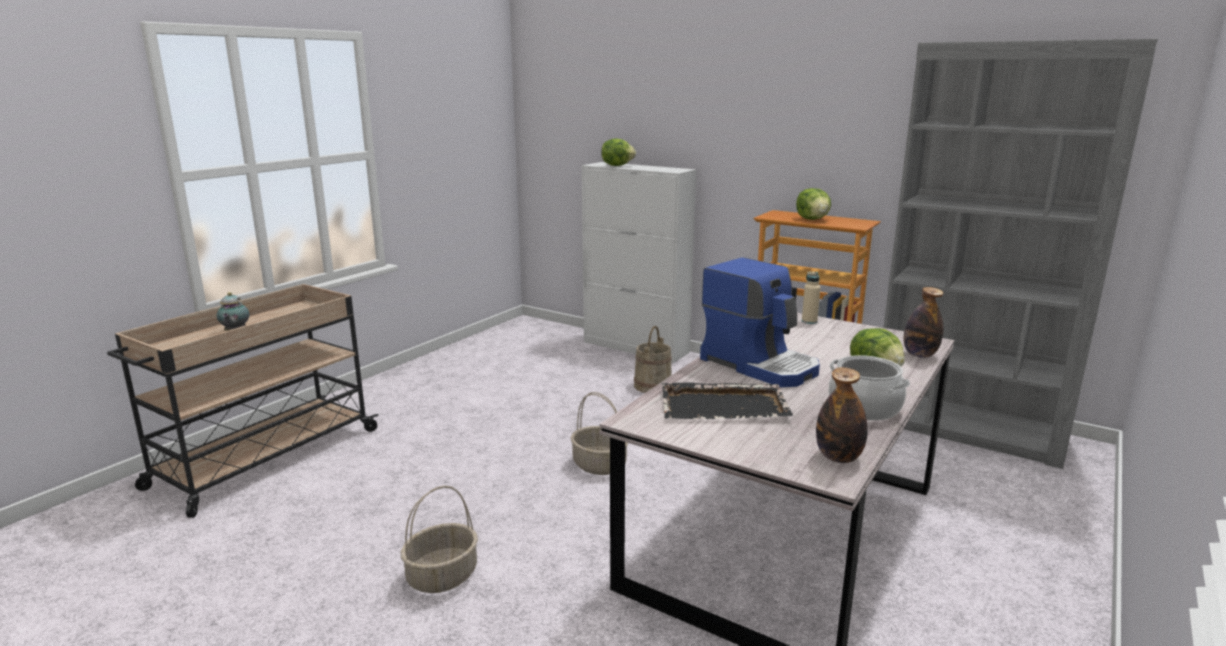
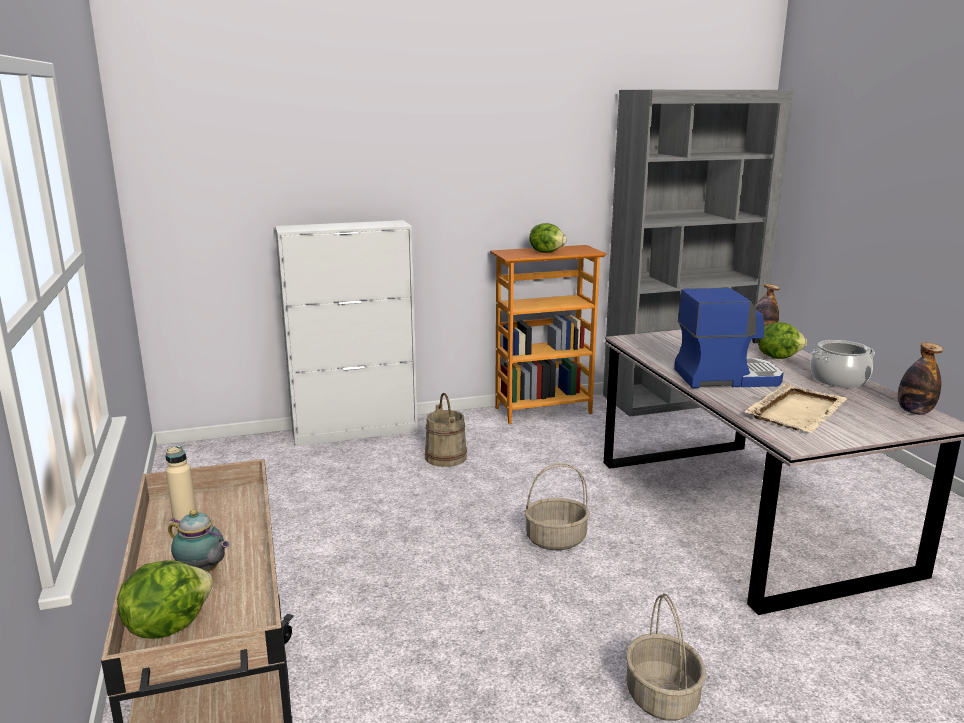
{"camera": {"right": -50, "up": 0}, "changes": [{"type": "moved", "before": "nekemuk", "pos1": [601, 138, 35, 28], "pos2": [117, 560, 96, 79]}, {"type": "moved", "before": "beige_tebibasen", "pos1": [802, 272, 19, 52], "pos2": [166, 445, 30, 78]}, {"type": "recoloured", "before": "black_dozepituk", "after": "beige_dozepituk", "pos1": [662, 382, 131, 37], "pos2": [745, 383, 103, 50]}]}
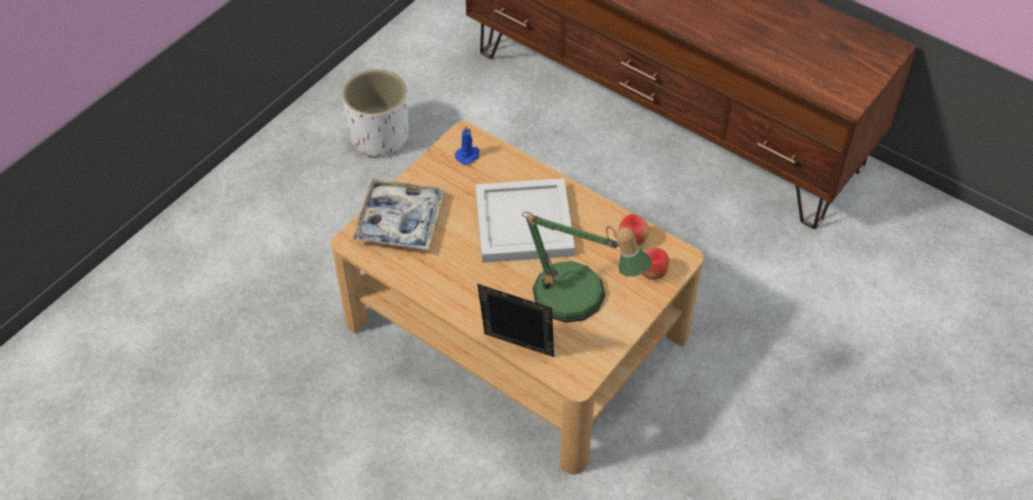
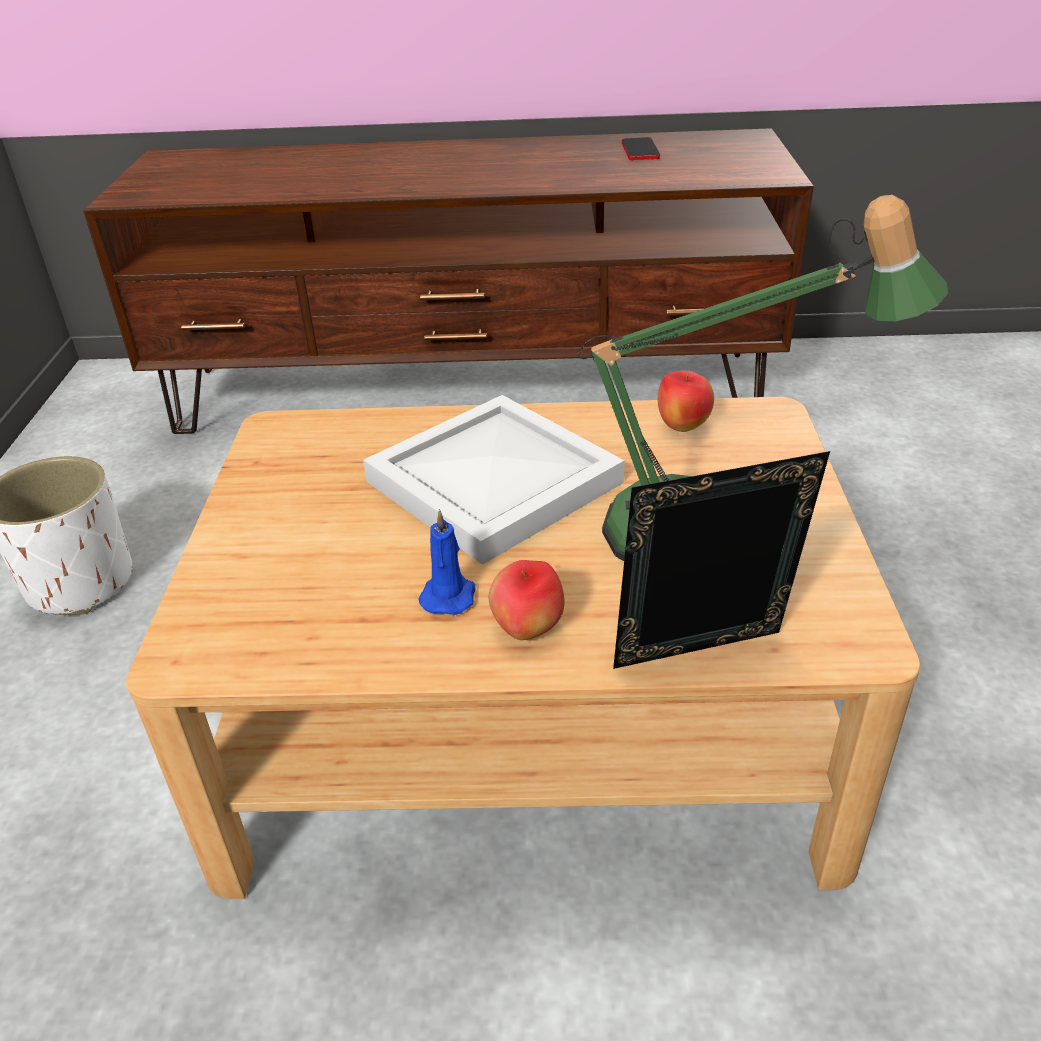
{"camera": {"right": -35, "up": -15}, "changes": [{"type": "moved", "before": "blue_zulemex", "pos1": [455, 126, 24, 38], "pos2": [418, 509, 58, 106]}, {"type": "moved", "before": "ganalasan", "pos1": [642, 247, 27, 32], "pos2": [489, 560, 76, 80]}, {"type": "added", "after": "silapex", "pos2": [622, 137, 38, 23]}, {"type": "removed", "before": "dozepituk", "pos1": [352, 178, 92, 72]}]}
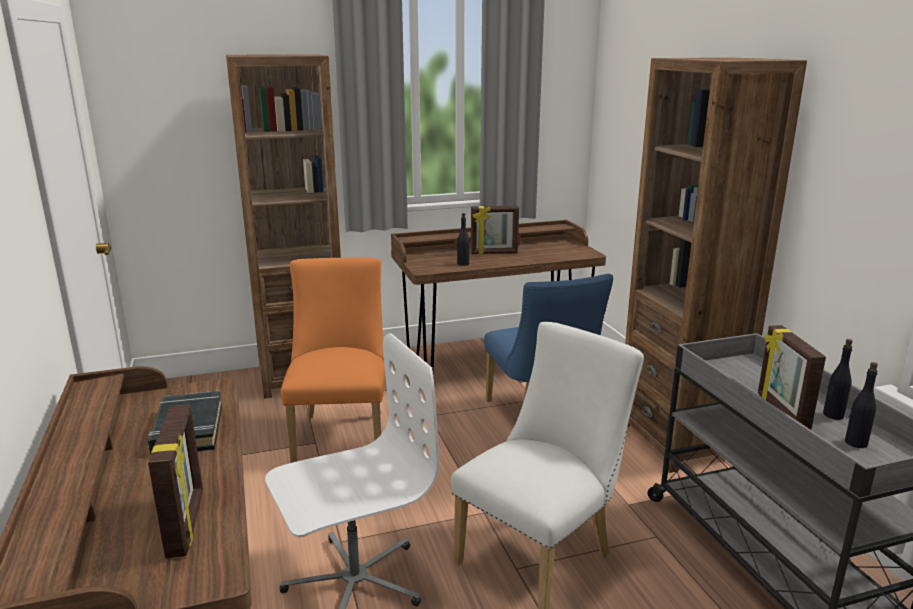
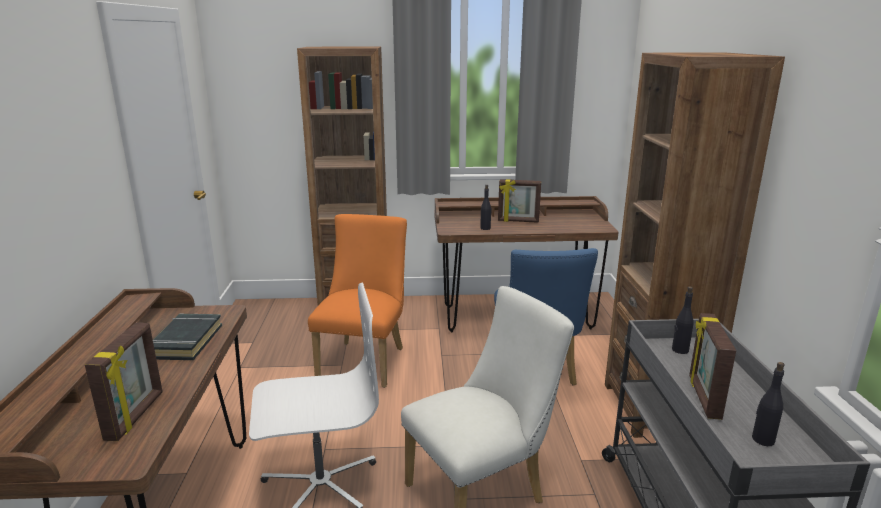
{"camera": {"right": 15, "up": 0}, "changes": [{"type": "moved", "before": "black_tebibasen", "pos1": [823, 339, 30, 81], "pos2": [672, 286, 22, 68]}]}
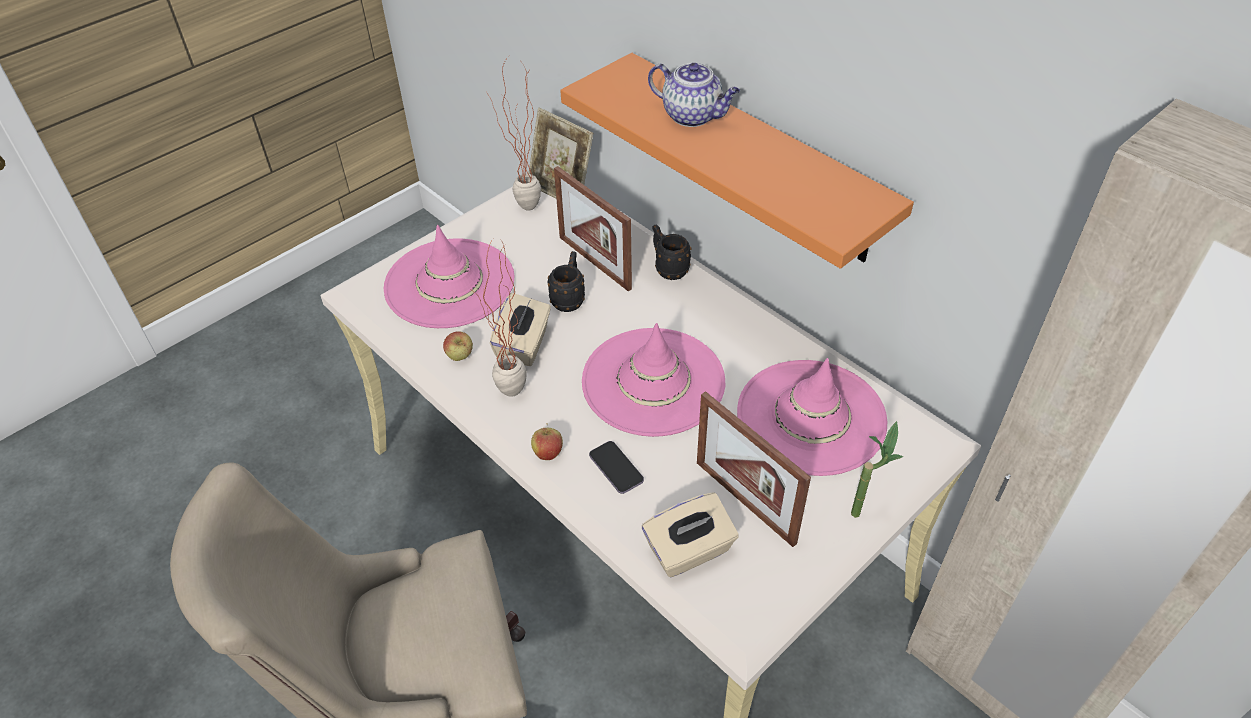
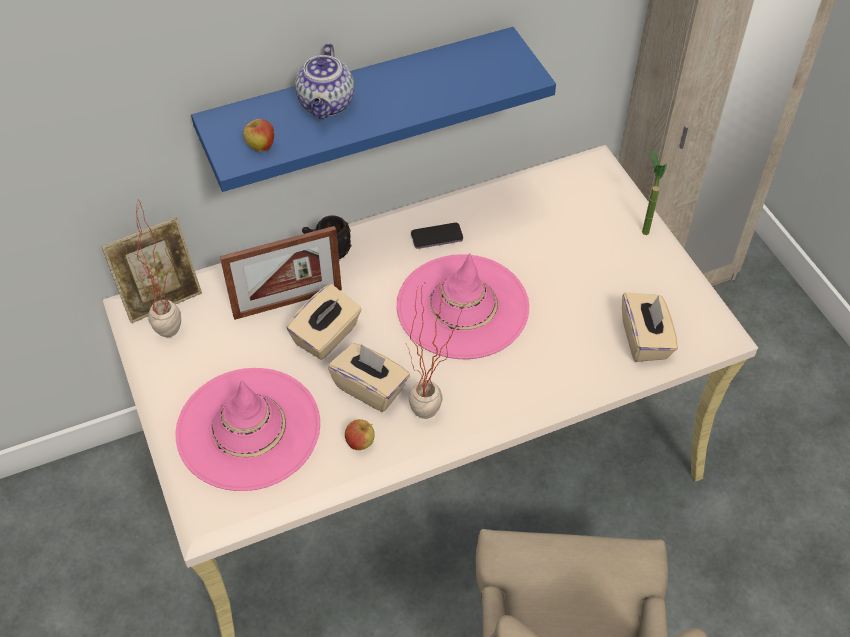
{"camera": {"right": -70, "up": 5}, "changes": [{"type": "recoloured", "before": "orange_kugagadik", "after": "blue_kugagadik", "pos1": [560, 53, 354, 216], "pos2": [191, 27, 365, 165]}, {"type": "moved", "before": "ganalasan", "pos1": [531, 423, 32, 37], "pos2": [243, 119, 31, 33]}, {"type": "replaced", "before": "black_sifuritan", "after": "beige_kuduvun", "pos1": [548, 251, 37, 61], "pos2": [287, 284, 75, 76]}, {"type": "turned", "before": "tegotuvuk", "pos1": [648, 63, 92, 64], "pos2": [295, 43, 60, 76], "turn": 135}, {"type": "moved", "before": "silapex", "pos1": [589, 441, 55, 53], "pos2": [411, 223, 52, 26]}, {"type": "removed", "before": "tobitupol", "pos1": [697, 391, 114, 156]}, {"type": "removed", "before": "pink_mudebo", "pos1": [737, 358, 150, 118]}]}
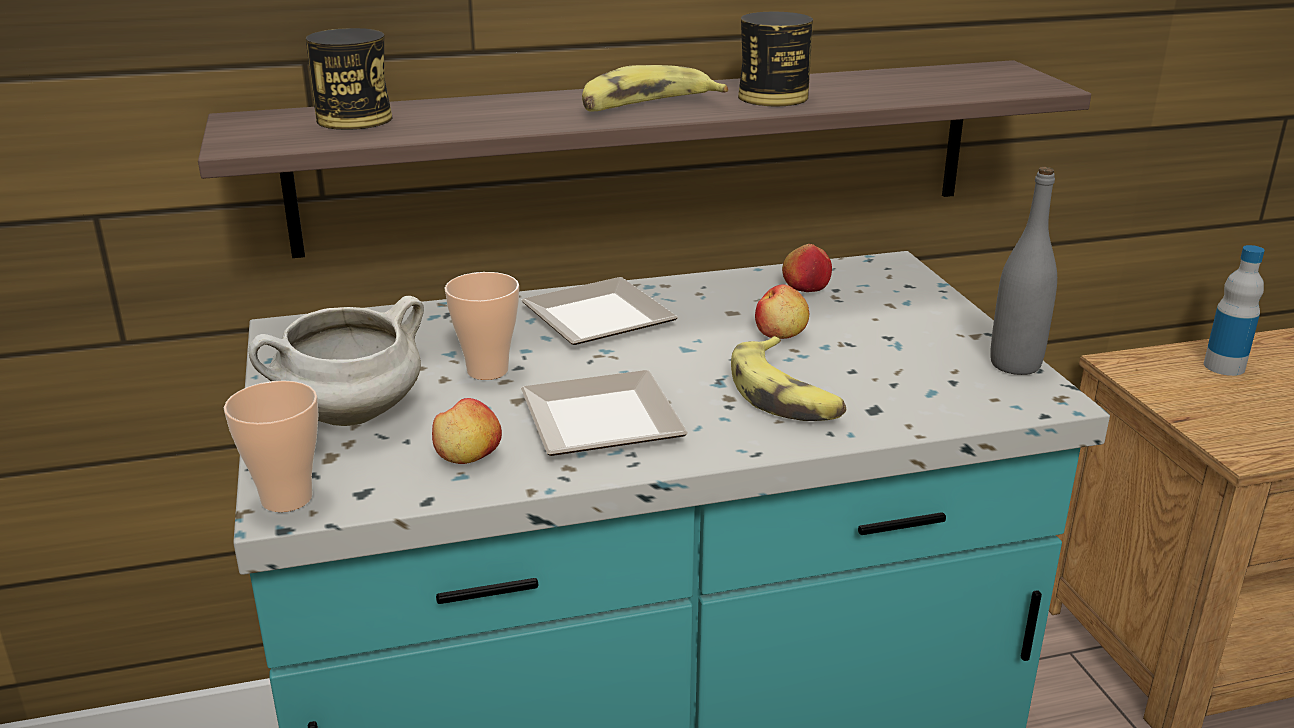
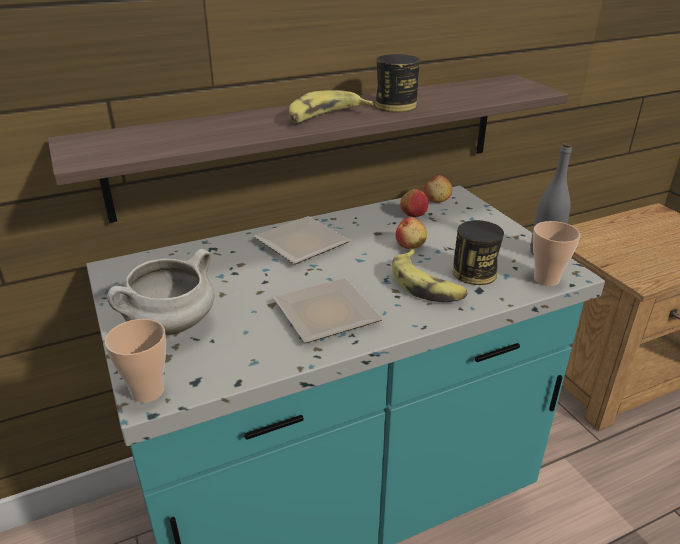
{"camera": {"right": -10, "up": 5}, "changes": [{"type": "moved", "before": "ganalasan", "pos1": [432, 398, 70, 66], "pos2": [424, 175, 28, 28]}, {"type": "moved", "before": "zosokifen", "pos1": [306, 28, 86, 102], "pos2": [453, 220, 51, 65]}, {"type": "moved", "before": "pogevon", "pos1": [445, 272, 74, 108], "pos2": [533, 221, 48, 65]}, {"type": "removed", "before": "tebibasen", "pos1": [1204, 245, 61, 131]}]}
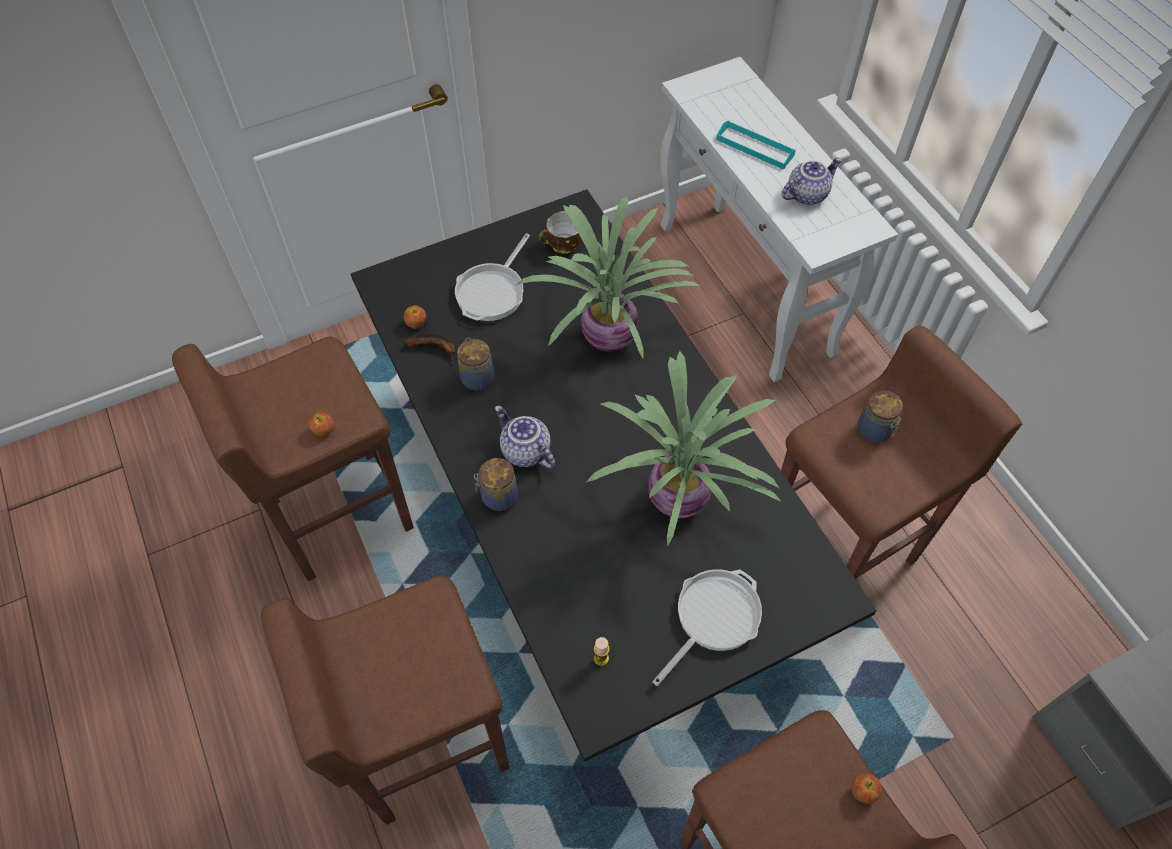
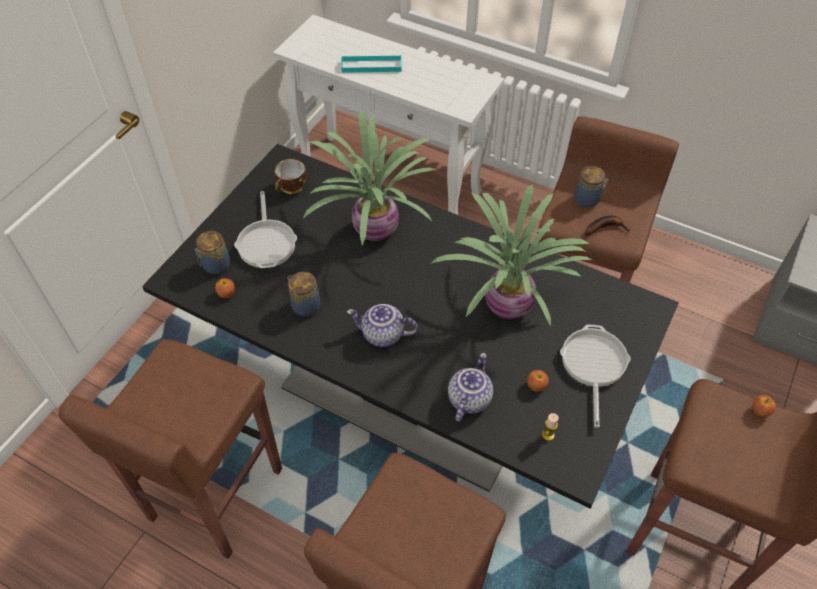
{"camera": {"right": -35, "up": -5}, "changes": [{"type": "moved", "before": "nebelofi", "pos1": [474, 458, 44, 53], "pos2": [195, 231, 35, 43]}, {"type": "moved", "before": "tegotuvuk", "pos1": [782, 158, 60, 47], "pos2": [448, 353, 45, 68]}, {"type": "moved", "before": "ganalasan", "pos1": [309, 412, 25, 25], "pos2": [527, 370, 22, 22]}, {"type": "moved", "before": "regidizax", "pos1": [404, 334, 52, 31], "pos2": [585, 216, 45, 20]}]}
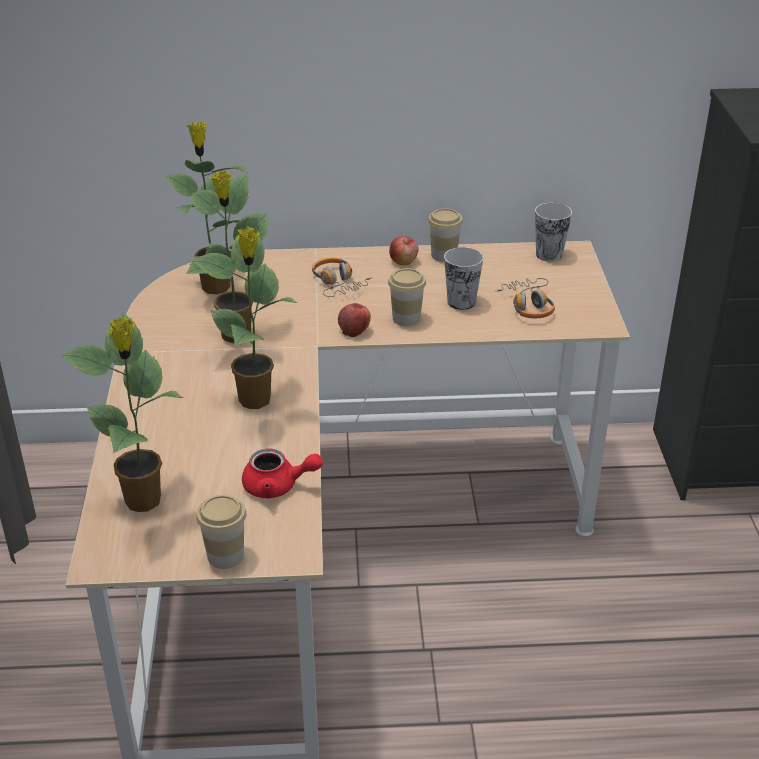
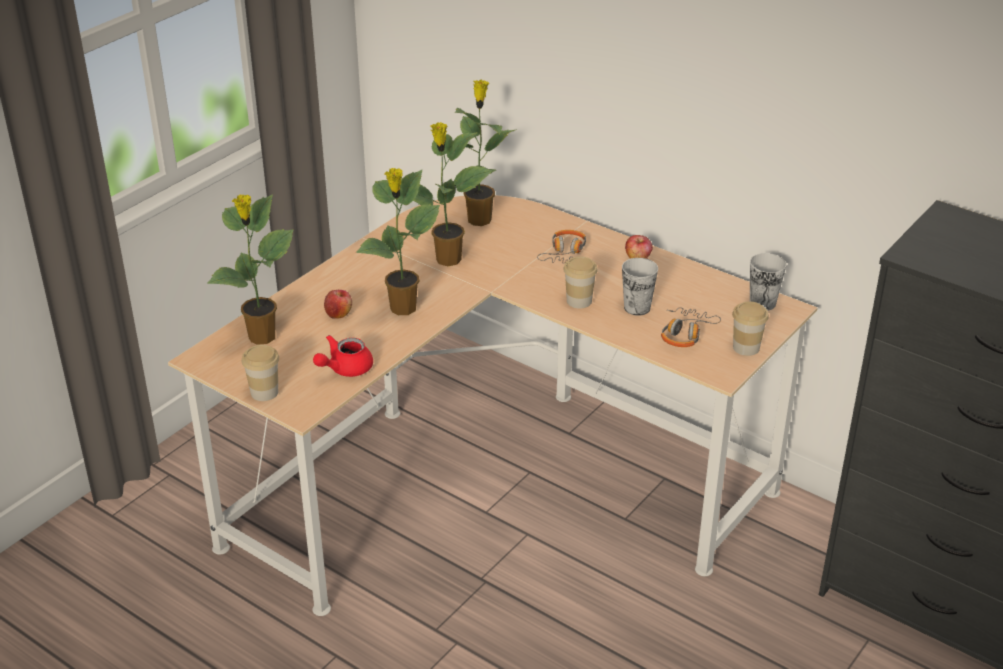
{"camera": {"right": 40, "up": 0}, "changes": [{"type": "turned", "before": "red_tegotuvuk", "pos1": [242, 449, 81, 49], "pos2": [313, 335, 60, 42], "turn": 90}, {"type": "moved", "before": "ganalasan", "pos1": [338, 303, 33, 34], "pos2": [324, 290, 28, 29]}, {"type": "moved", "before": "pogevon", "pos1": [428, 208, 35, 54], "pos2": [732, 301, 37, 55]}]}
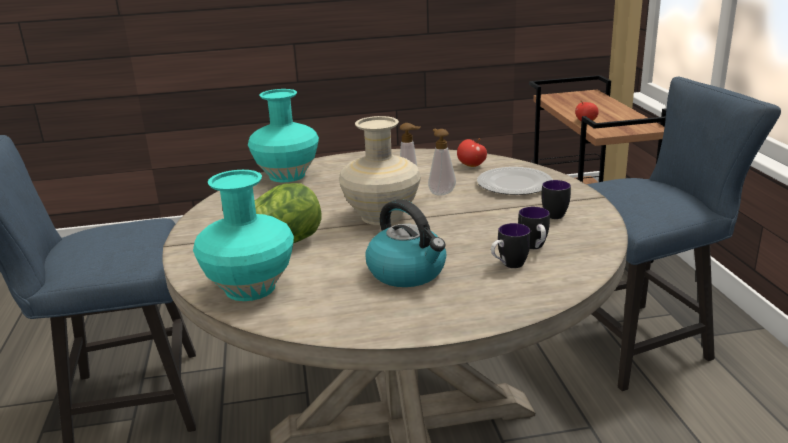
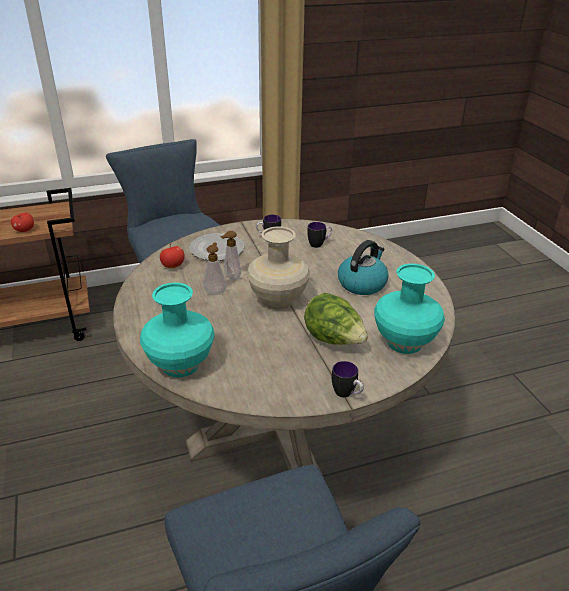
{"camera": {"right": -100, "up": 10}, "changes": [{"type": "moved", "before": "sifuritan", "pos1": [491, 223, 40, 45], "pos2": [332, 361, 32, 37]}]}
